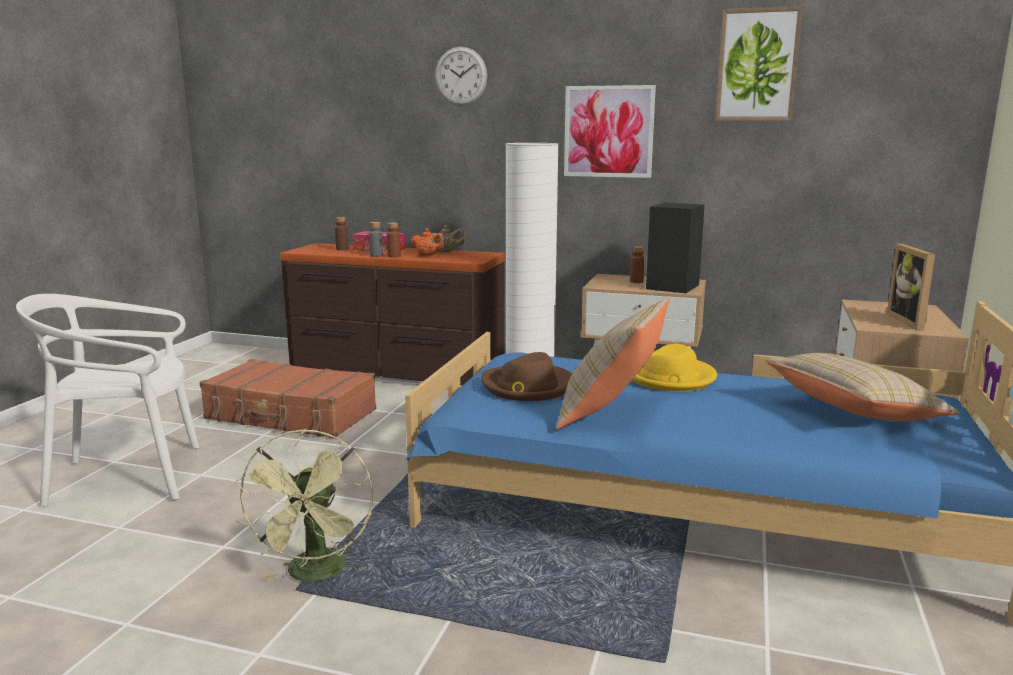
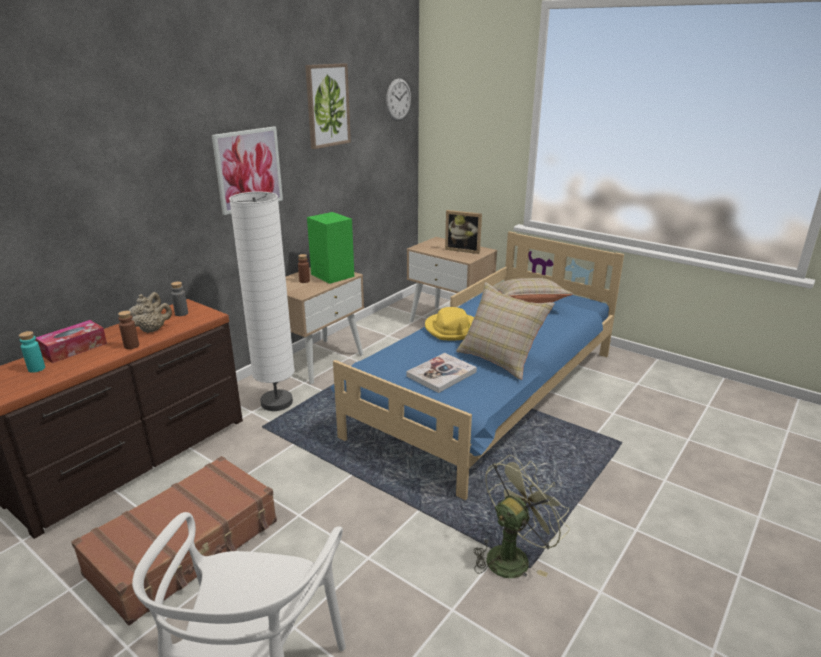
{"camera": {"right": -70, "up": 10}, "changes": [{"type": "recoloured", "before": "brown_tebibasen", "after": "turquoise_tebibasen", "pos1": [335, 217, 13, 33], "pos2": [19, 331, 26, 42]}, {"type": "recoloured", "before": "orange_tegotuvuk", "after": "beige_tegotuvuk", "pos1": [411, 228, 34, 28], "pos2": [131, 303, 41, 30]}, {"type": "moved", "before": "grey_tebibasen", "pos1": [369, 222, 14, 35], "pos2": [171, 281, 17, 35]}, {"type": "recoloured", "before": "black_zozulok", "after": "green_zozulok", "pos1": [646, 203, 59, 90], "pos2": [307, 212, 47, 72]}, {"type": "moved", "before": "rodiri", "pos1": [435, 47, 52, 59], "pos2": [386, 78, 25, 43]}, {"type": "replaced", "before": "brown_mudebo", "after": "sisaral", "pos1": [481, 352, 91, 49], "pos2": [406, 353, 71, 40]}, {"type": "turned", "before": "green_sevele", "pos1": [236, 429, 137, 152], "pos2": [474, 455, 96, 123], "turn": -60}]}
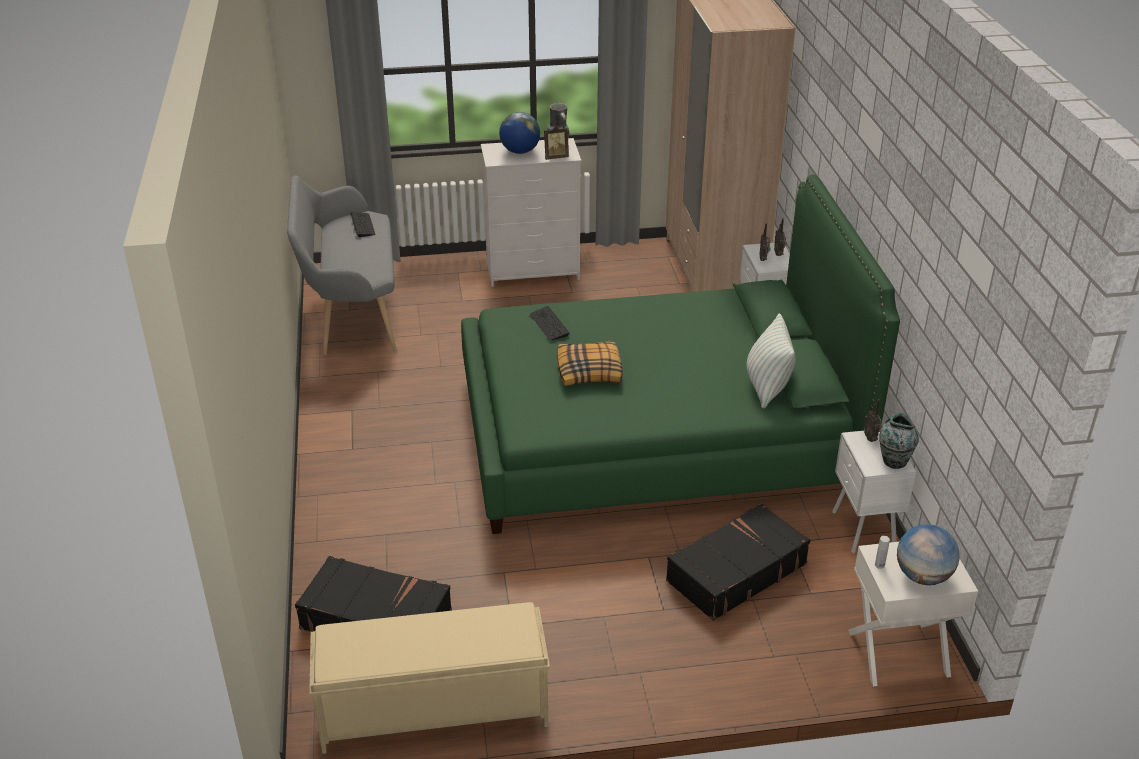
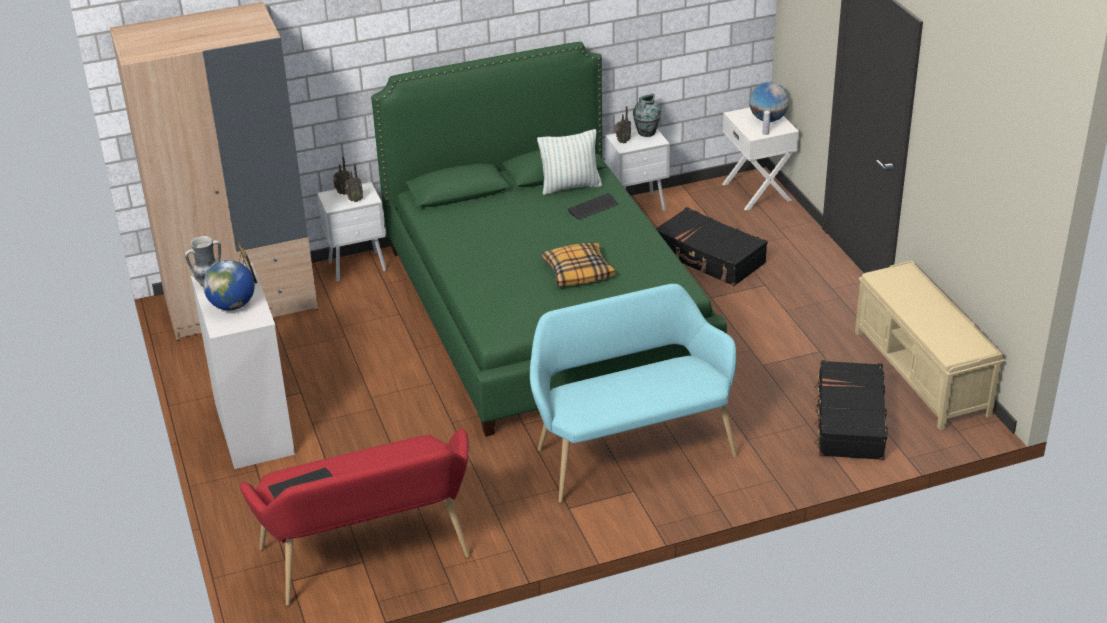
{"camera": {"right": -100, "up": 0}, "changes": [{"type": "recoloured", "before": "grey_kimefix", "after": "red_kimefix", "pos1": [287, 176, 110, 179], "pos2": [240, 429, 230, 177]}, {"type": "added", "after": "turquoise_kimefix", "pos2": [530, 284, 207, 219]}, {"type": "moved", "before": "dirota", "pos1": [530, 306, 39, 35], "pos2": [568, 193, 50, 27]}]}
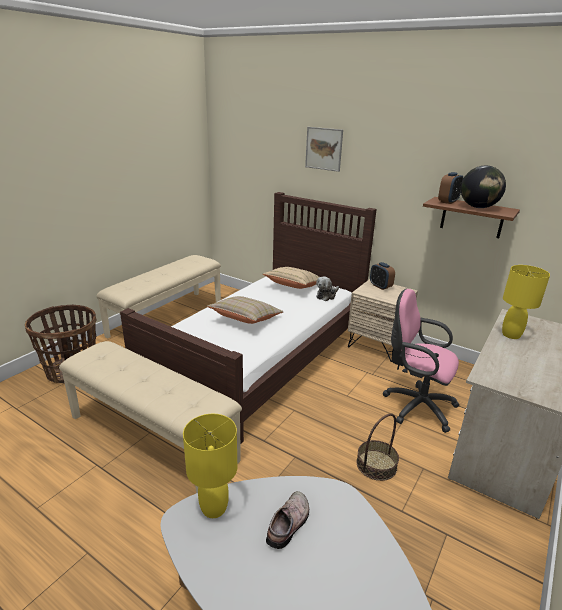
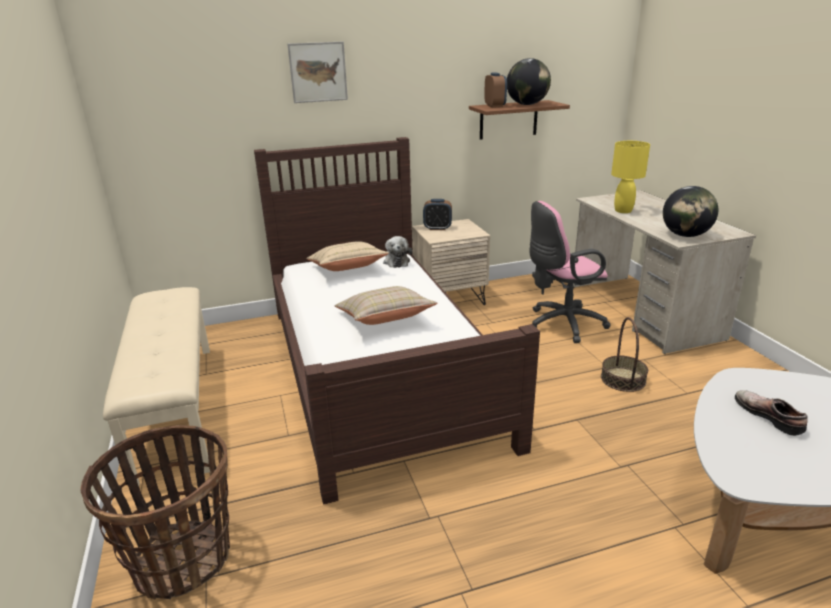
{"camera": {"right": -50, "up": 0}, "changes": [{"type": "added", "after": "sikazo", "pos2": [663, 186, 55, 51]}, {"type": "removed", "before": "beige_kimefix", "pos1": [59, 341, 183, 152]}, {"type": "removed", "before": "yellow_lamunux", "pos1": [183, 414, 54, 104]}]}
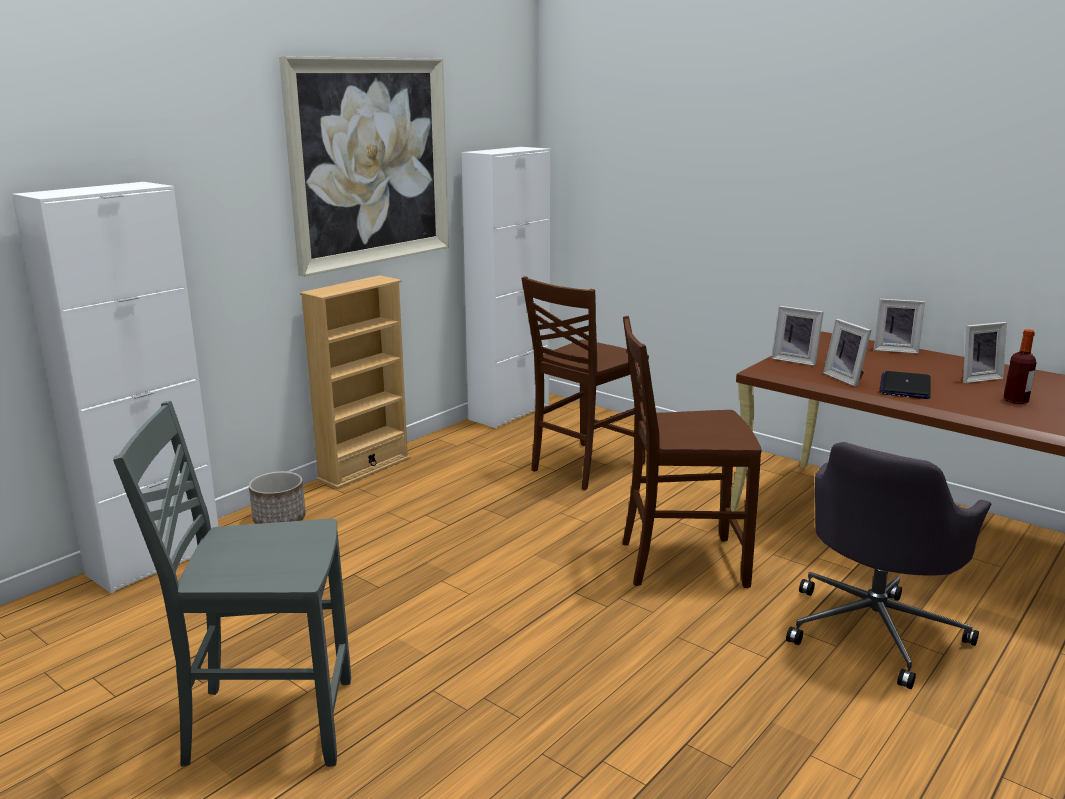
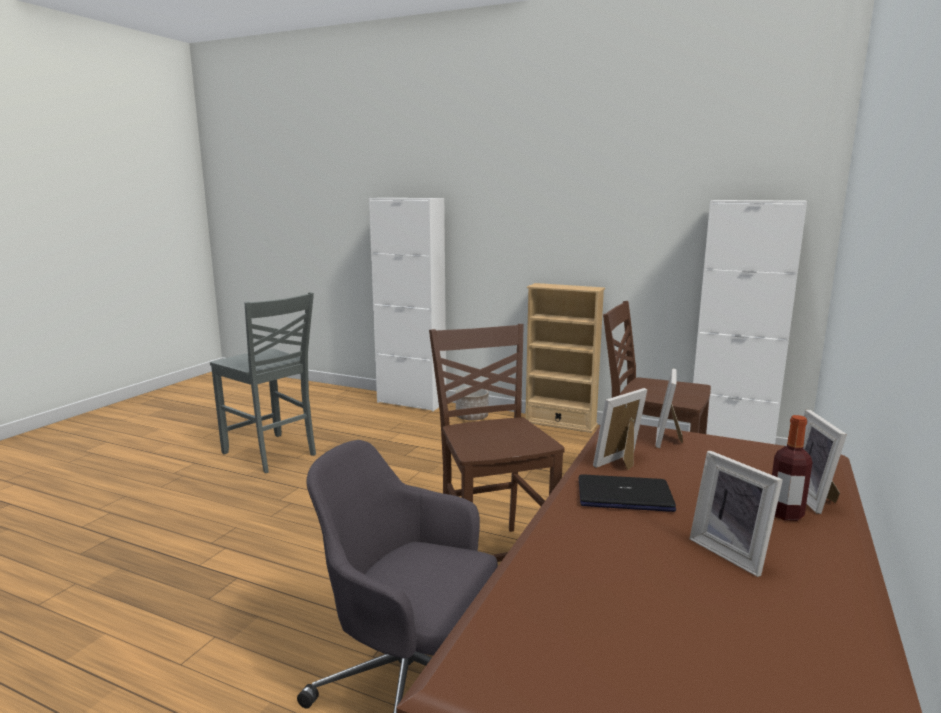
{"camera": {"right": 75, "up": -5}, "changes": [{"type": "turned", "before": "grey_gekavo", "pos1": [113, 401, 238, 366], "pos2": [210, 292, 106, 181], "turn": 150}, {"type": "moved", "before": "tebibasen", "pos1": [1004, 329, 33, 75], "pos2": [772, 415, 41, 106]}, {"type": "removed", "before": "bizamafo", "pos1": [279, 56, 170, 221]}]}
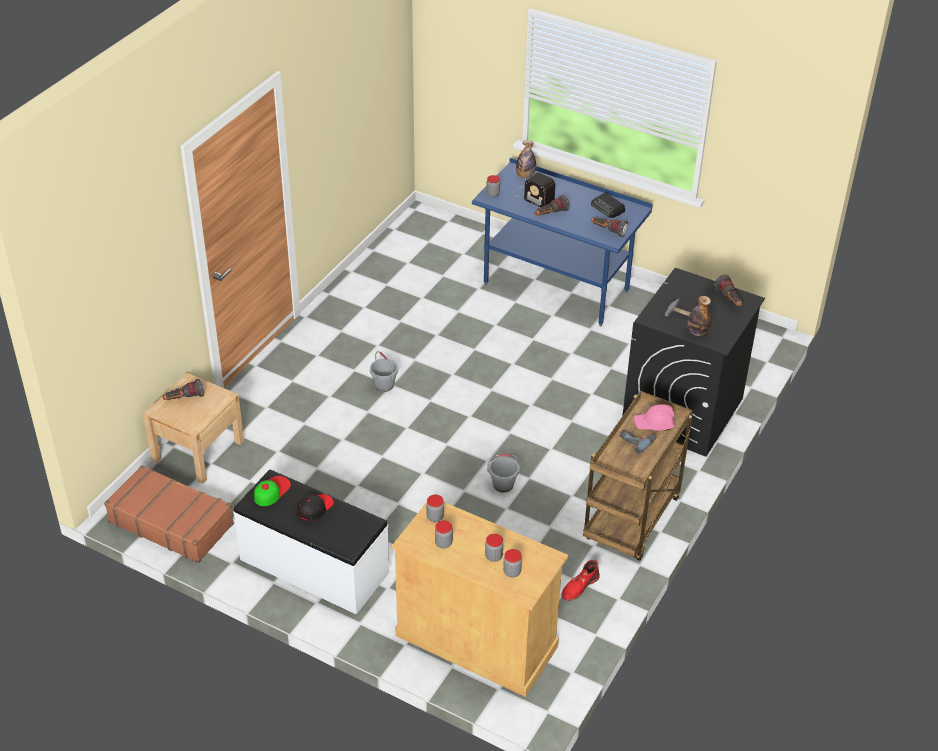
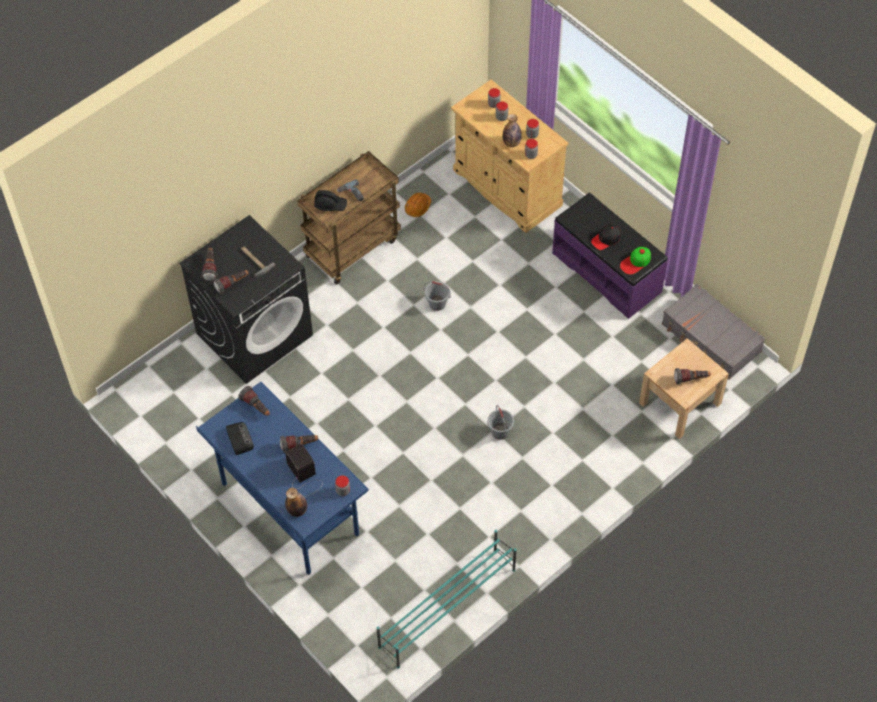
{"camera": {"right": -160, "up": 15}, "changes": [{"type": "added", "after": "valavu", "pos2": [213, 270, 36, 24]}, {"type": "recoloured", "before": "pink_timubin", "after": "black_timubin", "pos1": [634, 404, 41, 27], "pos2": [314, 190, 33, 21]}, {"type": "added", "after": "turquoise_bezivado", "pos2": [377, 530, 140, 139]}, {"type": "replaced", "before": "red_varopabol", "after": "orange_timubin", "pos1": [561, 560, 39, 41], "pos2": [405, 193, 26, 24]}, {"type": "moved", "before": "tebibasen", "pos1": [688, 296, 23, 40], "pos2": [503, 114, 19, 33]}, {"type": "recoloured", "before": "white_kimefix", "after": "purple_kimefix", "pos1": [233, 470, 156, 144], "pos2": [552, 192, 116, 127]}, {"type": "recoloured", "before": "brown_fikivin", "after": "grey_fikivin", "pos1": [104, 465, 130, 98], "pos2": [662, 284, 104, 96]}]}
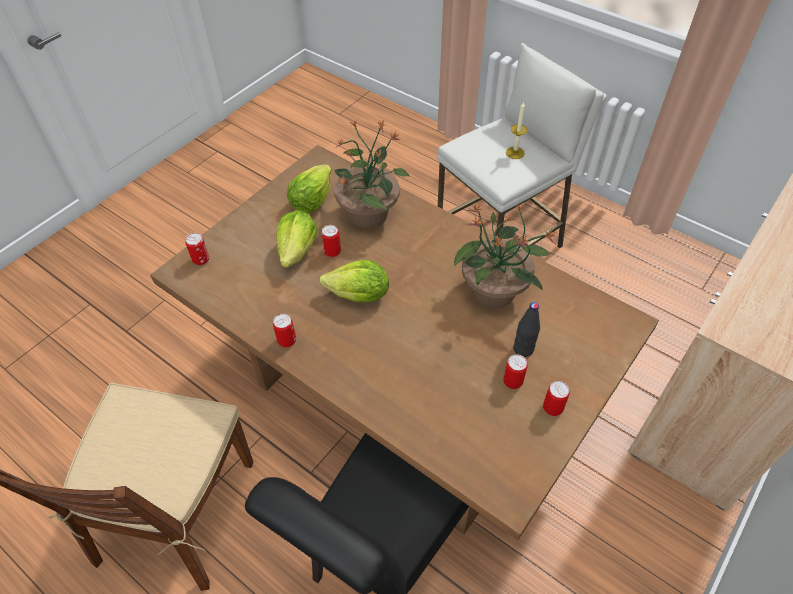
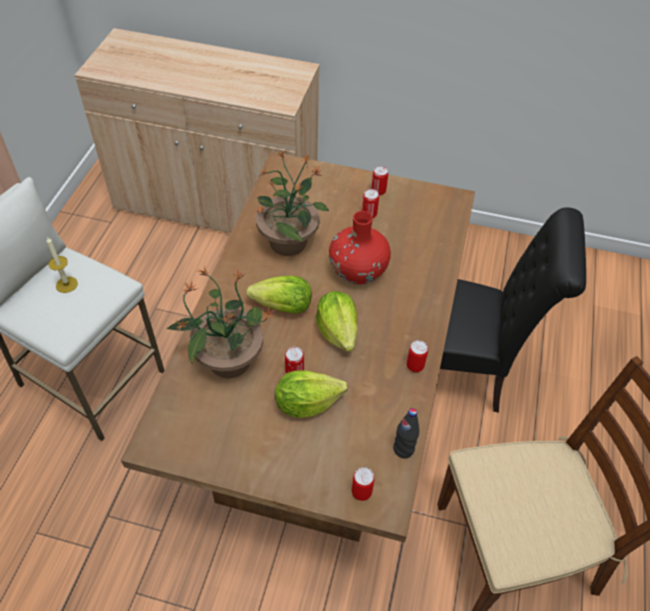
{"camera": {"right": -115, "up": 0}, "changes": [{"type": "moved", "before": "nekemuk", "pos1": [287, 164, 45, 49], "pos2": [246, 276, 66, 38]}, {"type": "added", "after": "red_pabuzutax", "pos2": [329, 211, 62, 73]}, {"type": "moved", "before": "black_tebibasen", "pos1": [514, 302, 26, 55], "pos2": [393, 408, 26, 50]}]}
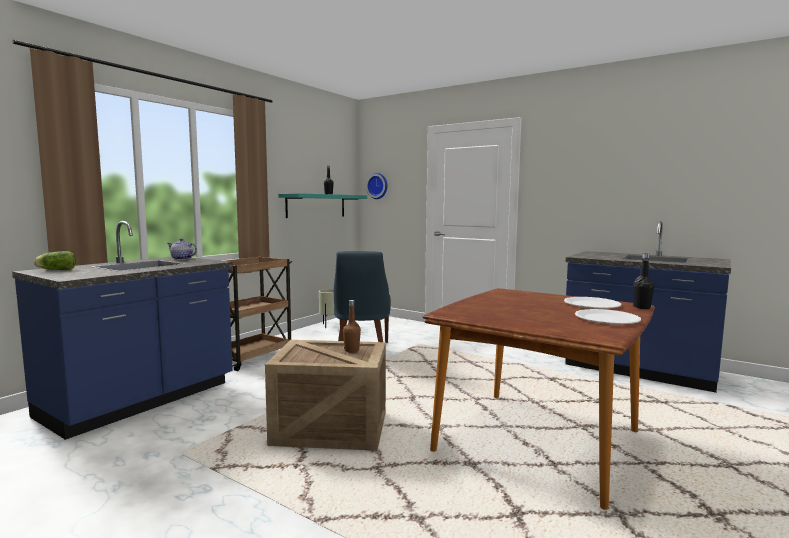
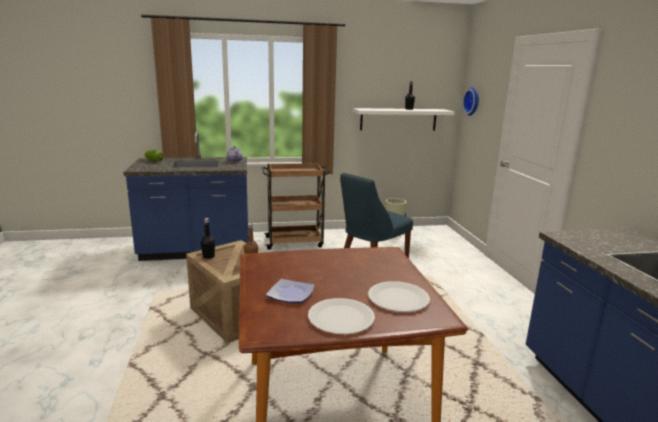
{"camera": {"right": 45, "up": 10}, "changes": [{"type": "moved", "before": "black_tebibasen", "pos1": [633, 253, 21, 56], "pos2": [201, 218, 14, 41]}, {"type": "added", "after": "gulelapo", "pos2": [266, 279, 49, 24]}, {"type": "recoloured", "before": "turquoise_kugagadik", "after": "white_kugagadik", "pos1": [278, 193, 89, 25], "pos2": [353, 108, 102, 22]}]}
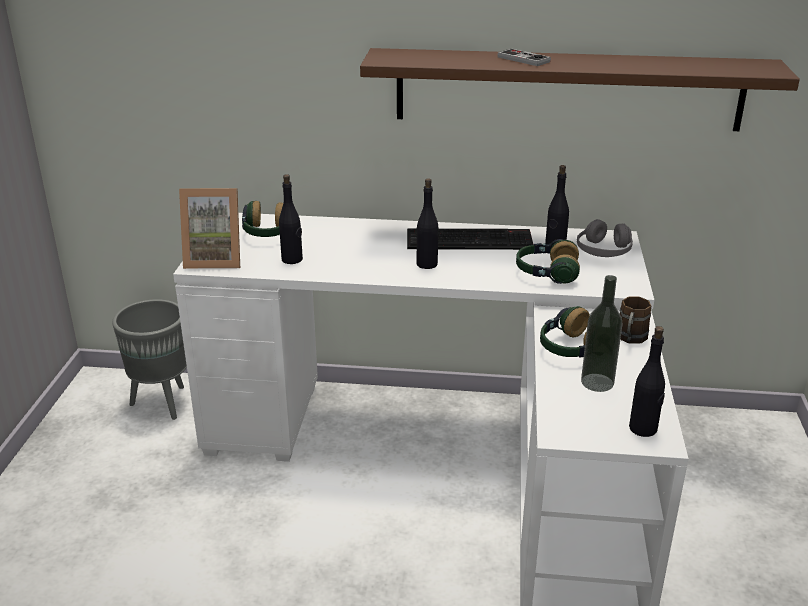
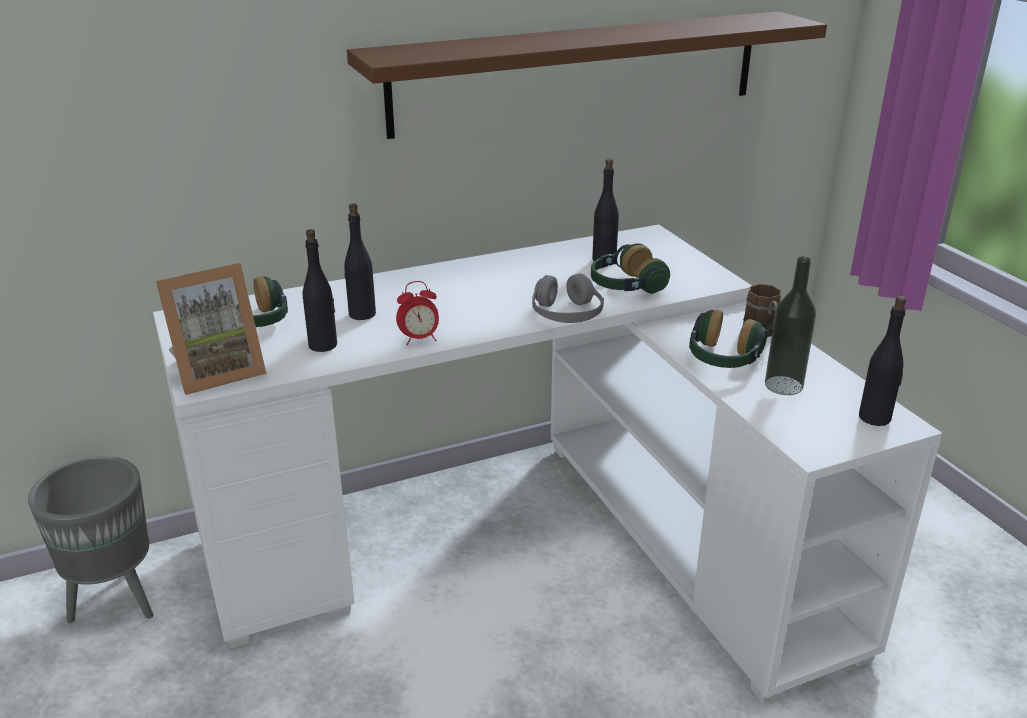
{"camera": {"right": -30, "up": 0}, "changes": [{"type": "moved", "before": "black_tebibasen", "pos1": [417, 179, 21, 90], "pos2": [344, 204, 32, 116]}, {"type": "added", "after": "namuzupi", "pos2": [396, 281, 43, 64]}, {"type": "moved", "before": "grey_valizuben", "pos1": [577, 219, 56, 38], "pos2": [532, 273, 72, 50]}, {"type": "removed", "before": "dirota", "pos1": [407, 229, 127, 21]}, {"type": "removed", "before": "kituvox", "pos1": [497, 49, 54, 17]}]}
